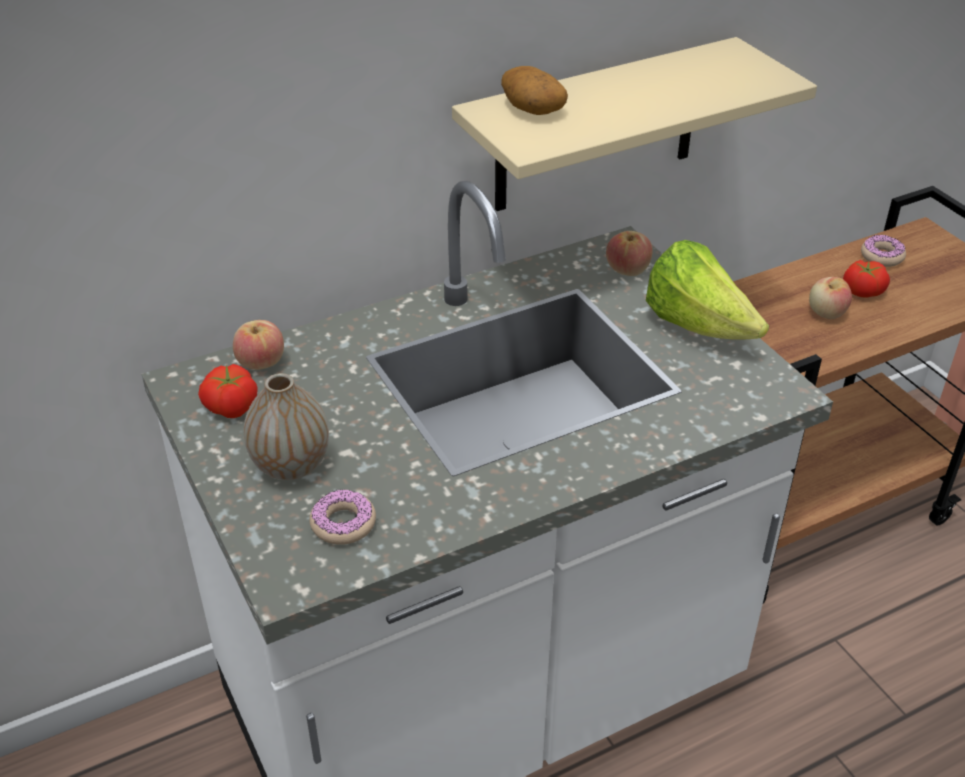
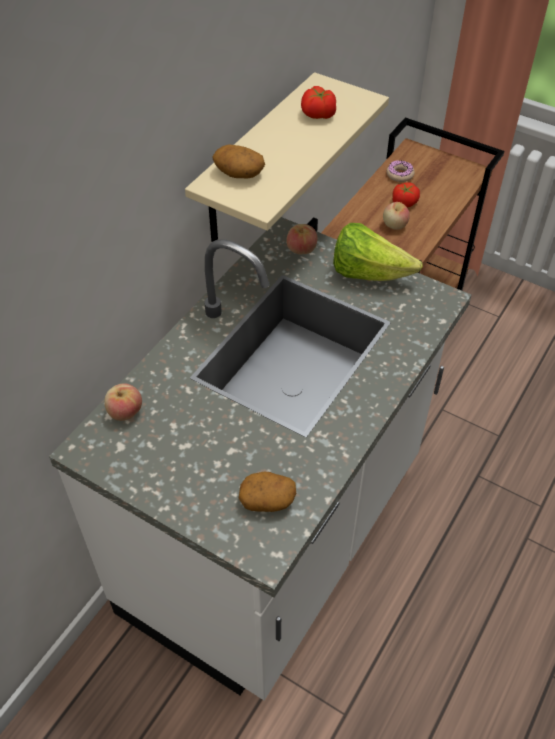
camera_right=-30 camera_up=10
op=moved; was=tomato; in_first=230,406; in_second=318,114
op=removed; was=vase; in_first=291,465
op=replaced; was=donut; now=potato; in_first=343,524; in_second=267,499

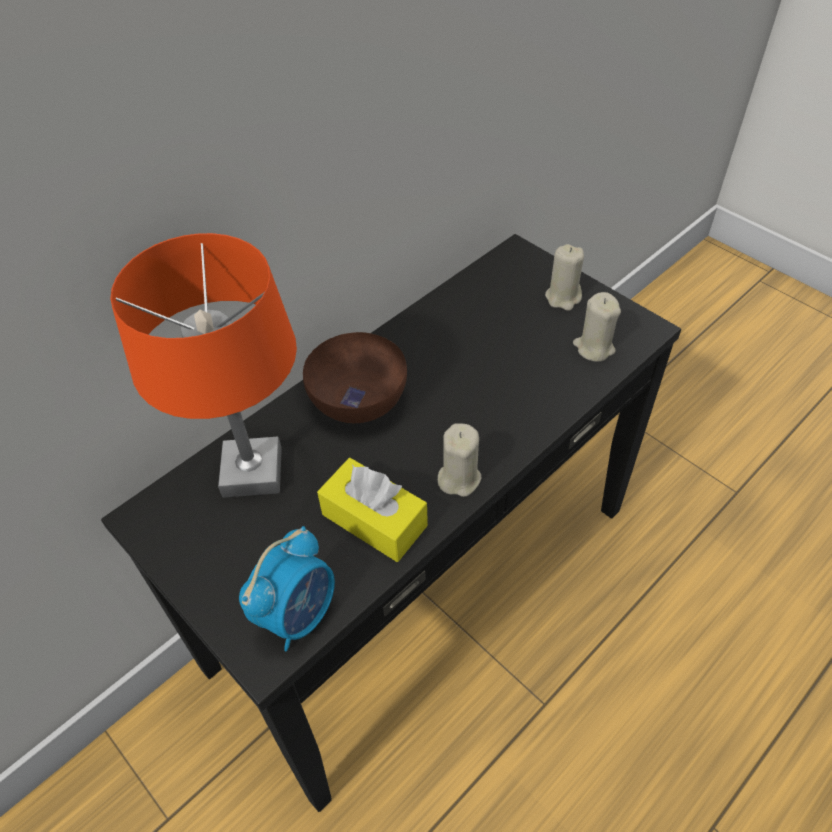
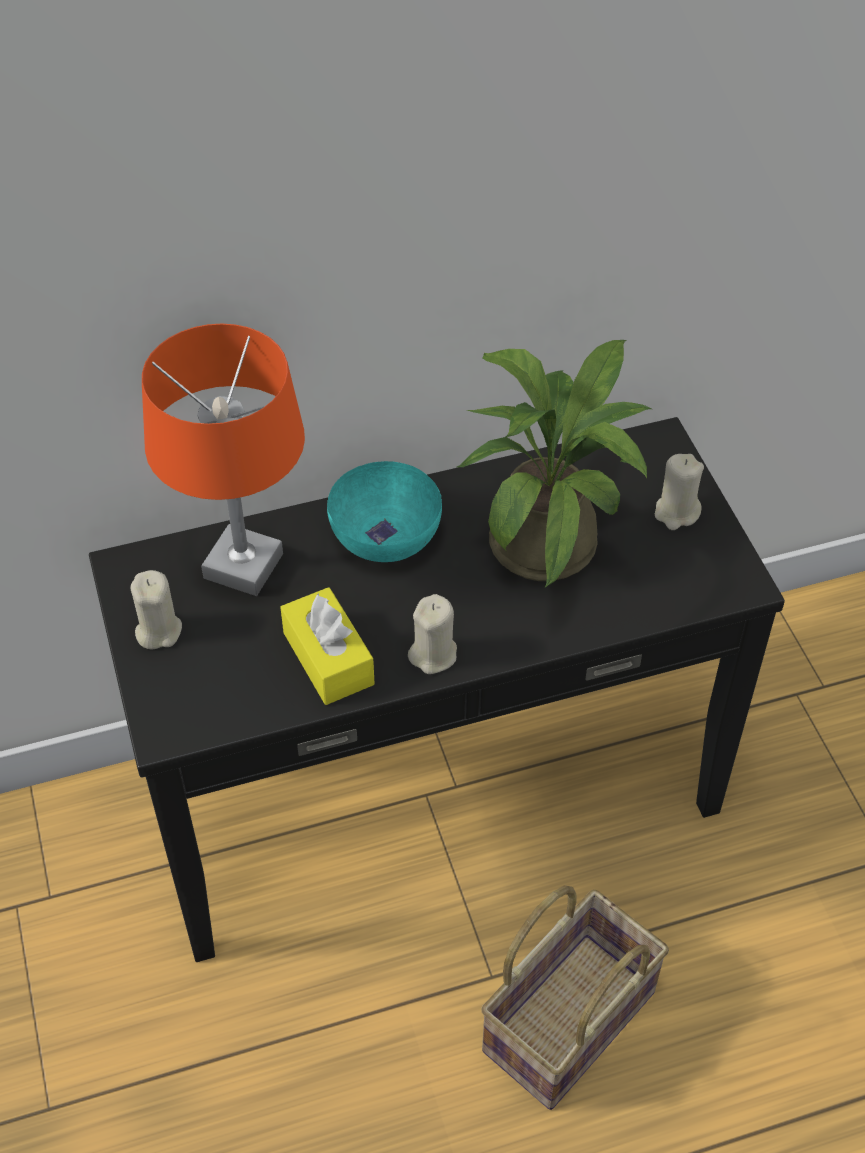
camera_right=25 camera_up=0
op=removed; was=alarm clock; in_first=298,613
op=recoloured; was=bowl (brown); now=bowl (turquoise); in_first=358,400; in_second=384,537
op=moved; was=candle (beige); in_first=593,347; in_second=158,630
op=added; now=potted plant; in_second=553,538
op=added; now=basket; in_second=567,1018

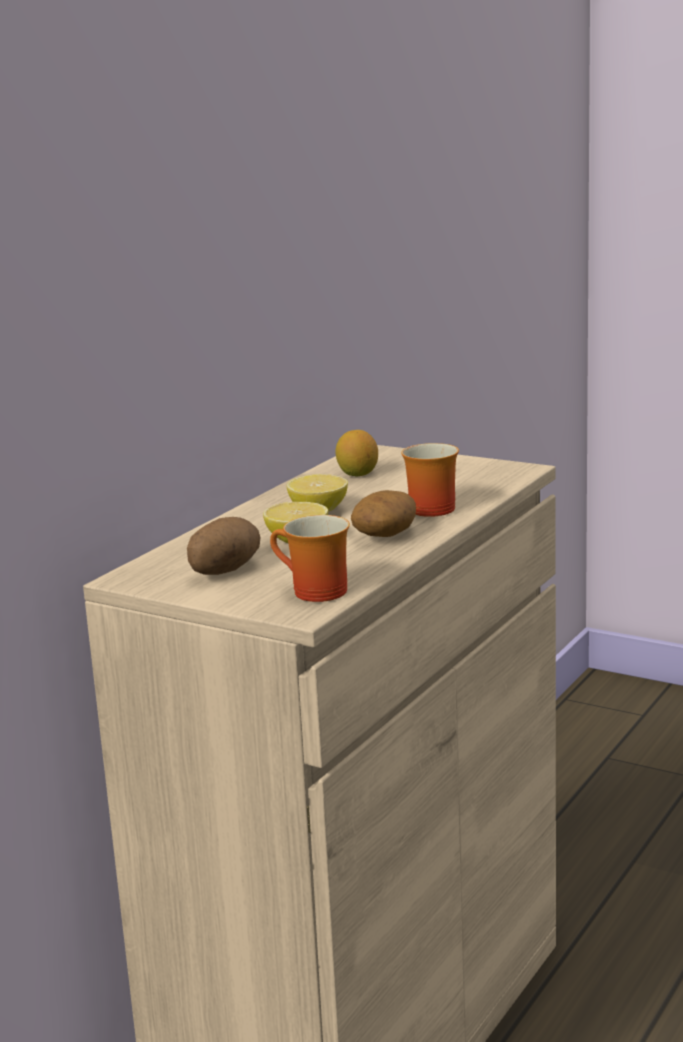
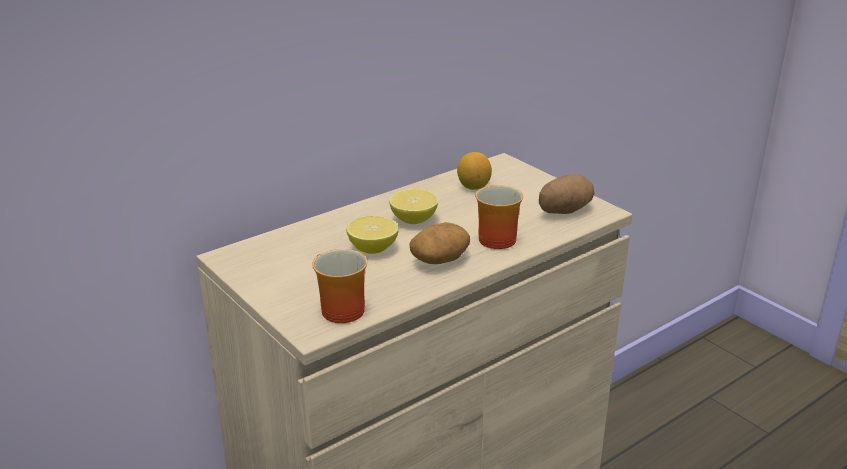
camera_right=20 camera_up=10
op=moved; was=potato; in_first=224,570; in_second=564,211

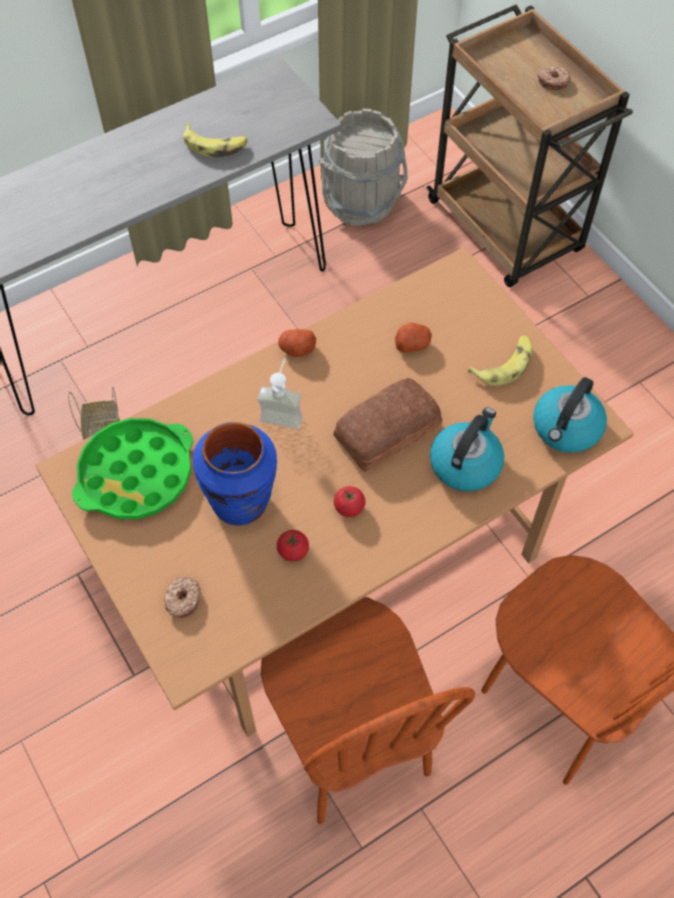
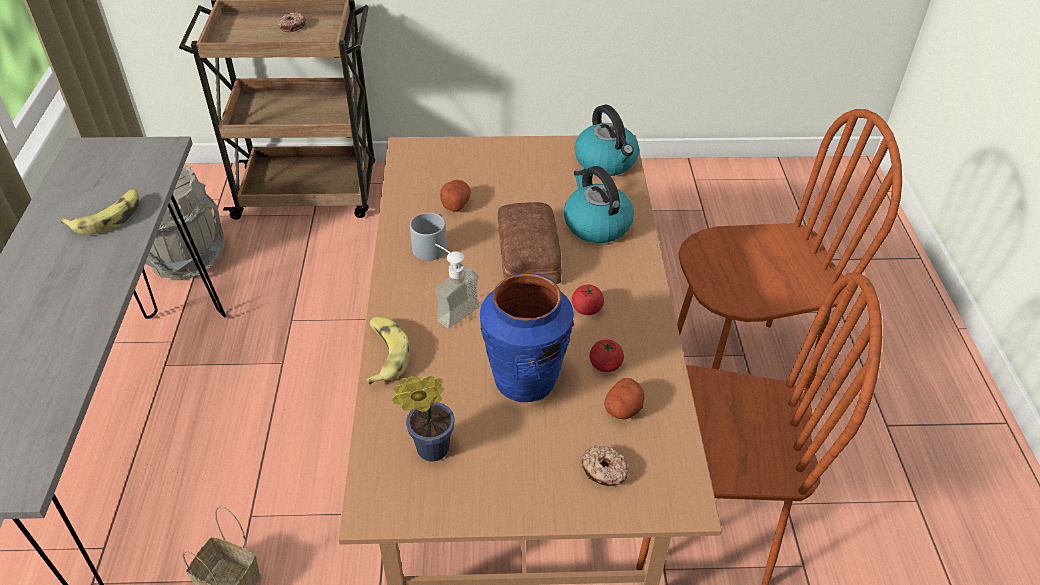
camera_right=-60 camera_up=-15
op=replaced; was=tray (green); now=potted plant; in_first=136,474; in_second=428,449
op=moved; was=potato; in_first=297,349; in_second=623,409
op=moved; was=banana; in_first=504,364; in_second=384,354
op=added; now=mug (grey); in_second=431,245

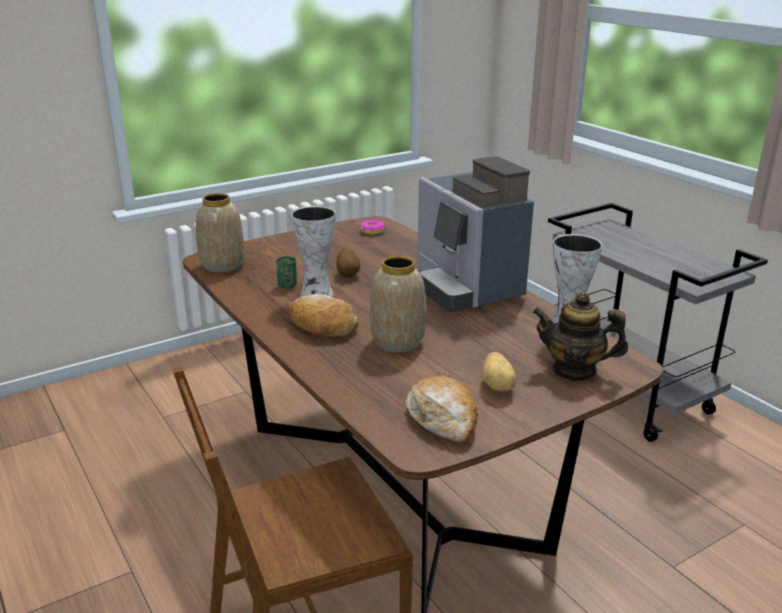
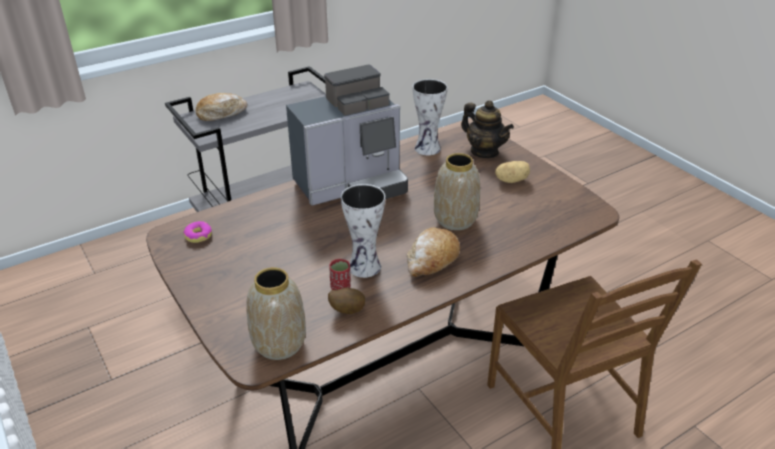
camera_right=-90 camera_up=10
op=recoloured; was=cup (green); now=cup (red); in_first=287,285; in_second=340,287
op=moved; was=potato; in_first=348,275; in_second=347,310
op=moved; was=bread; in_first=443,419; in_second=221,113
op=turned; was=teapot; in_first=574,370; in_second=484,152; clockwise=-60

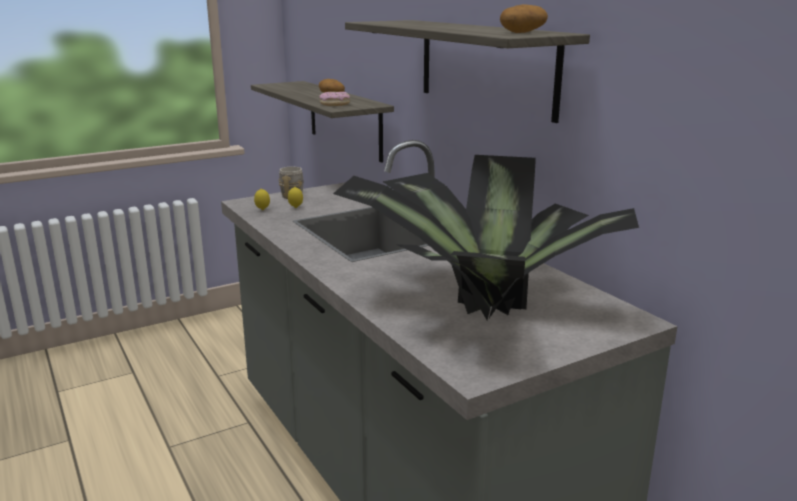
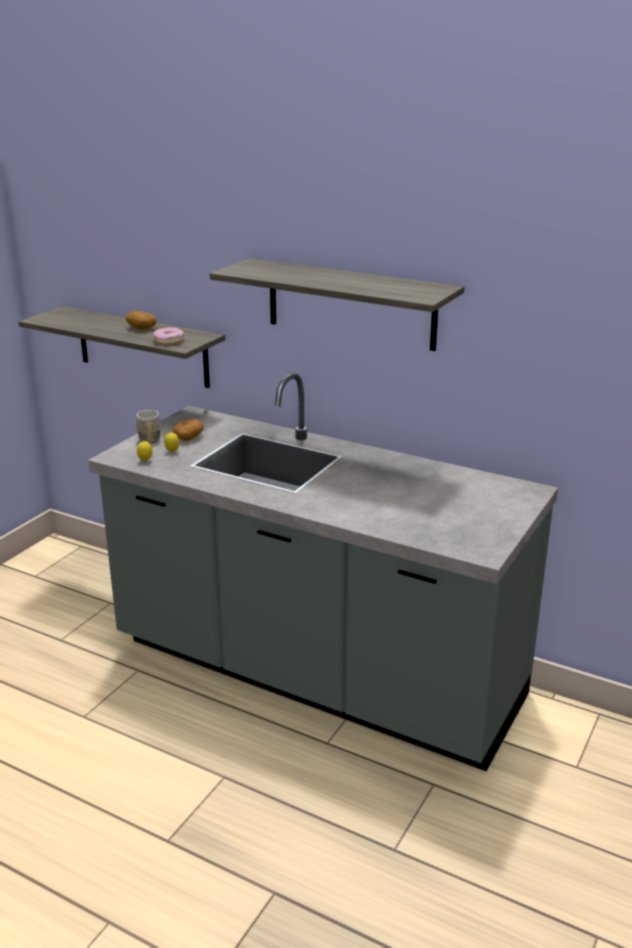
camera_right=-30 camera_up=5
op=removed; was=potted plant; in_first=478,299
op=moved; was=potato; in_first=522,32; in_second=188,437

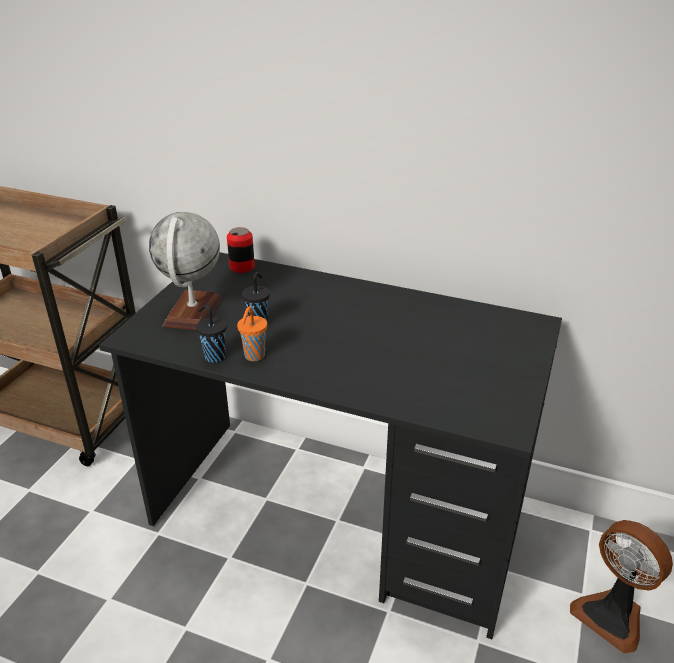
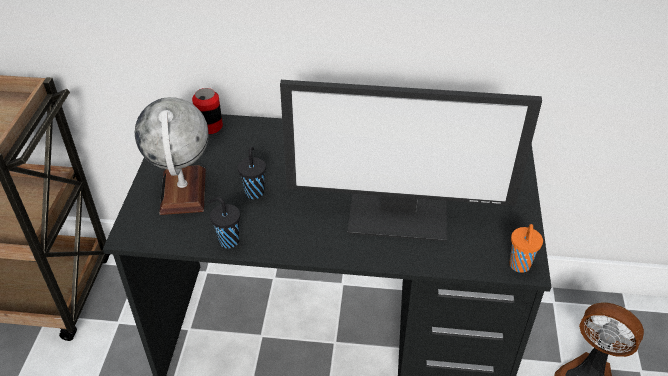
camera_right=-15 camera_up=10
op=moved; was=cup (orange); in_first=254,356; in_second=519,266
op=added; now=monitor; in_second=399,214

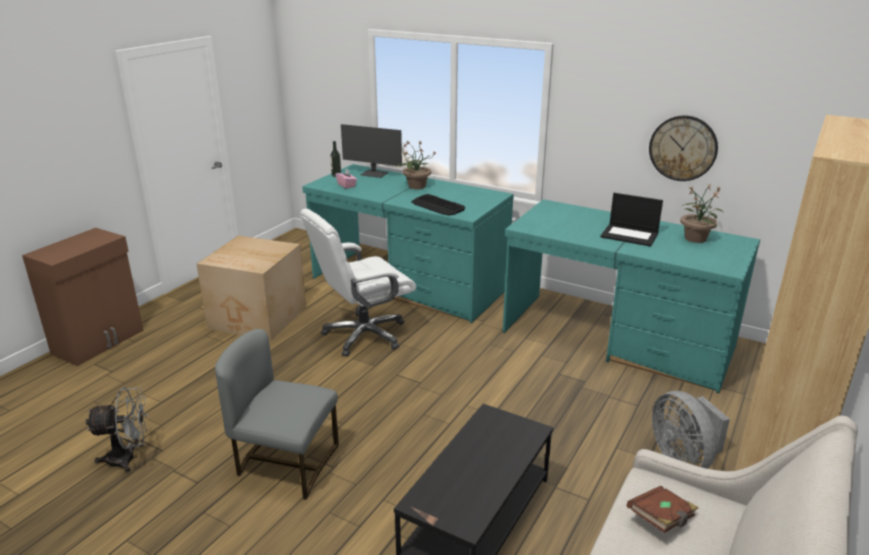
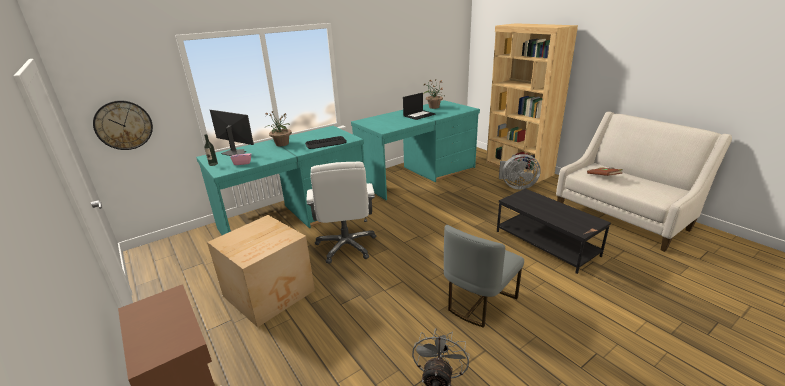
camera_right=-65 camera_up=0
op=turned; was=monitor; in_first=374,174; in_second=234,152; clockwise=-105
op=moved; was=wall clock; in_first=683,148; in_second=123,125

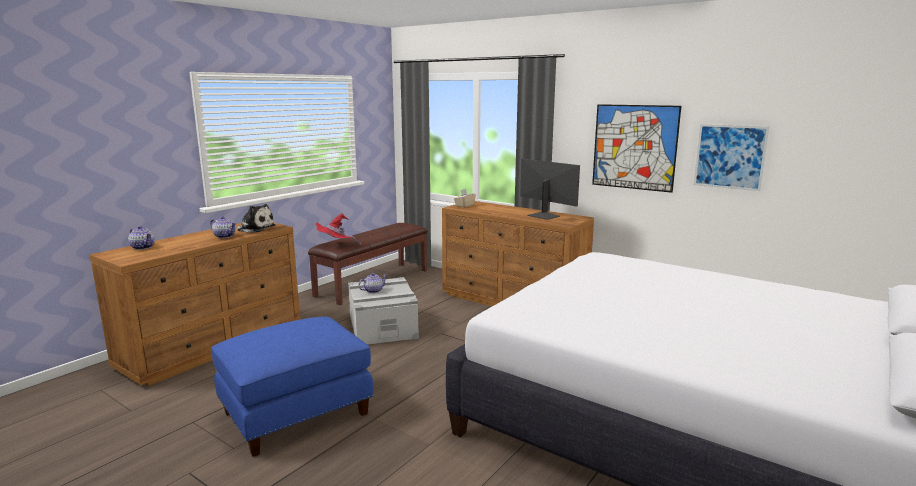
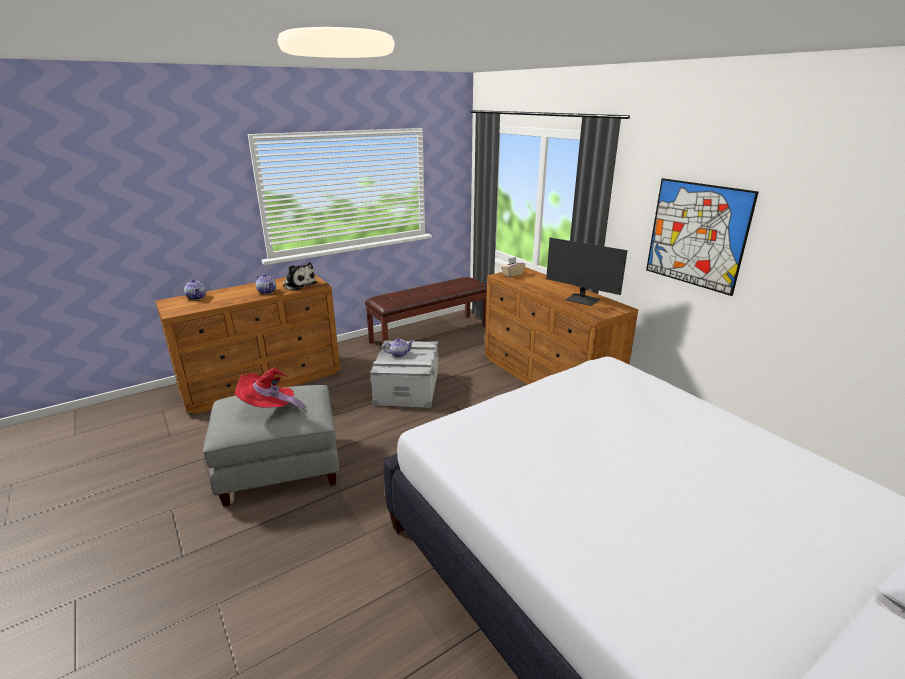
camera_right=20 camera_up=10
op=recoloured; was=ottoman (blue); now=ottoman (grey); in_first=296,412; in_second=281,468
op=moved; was=hat (red); in_first=336,245; in_second=270,409
op=turned; was=monitor; in_first=544,216; in_second=582,300; clockwise=150
op=removed; was=picture; in_first=729,157

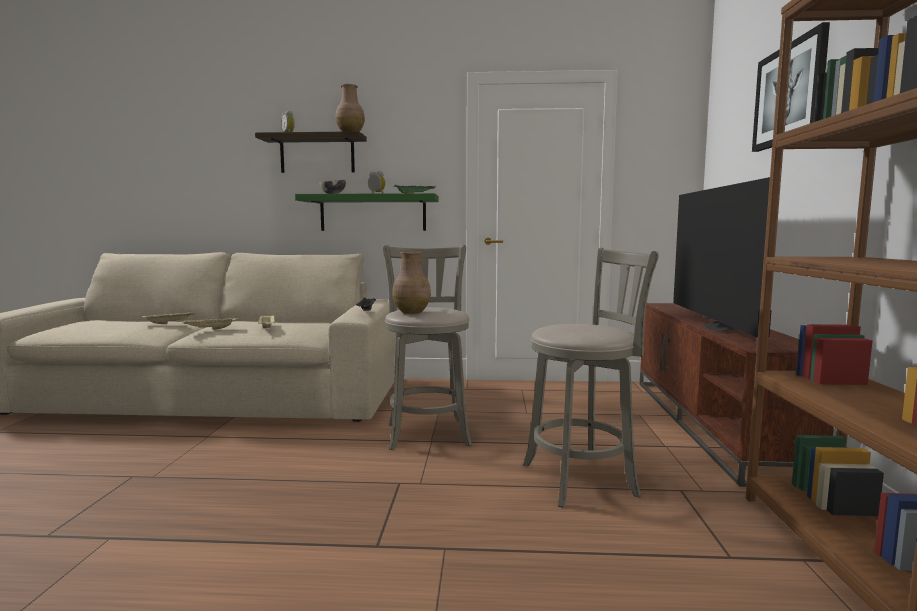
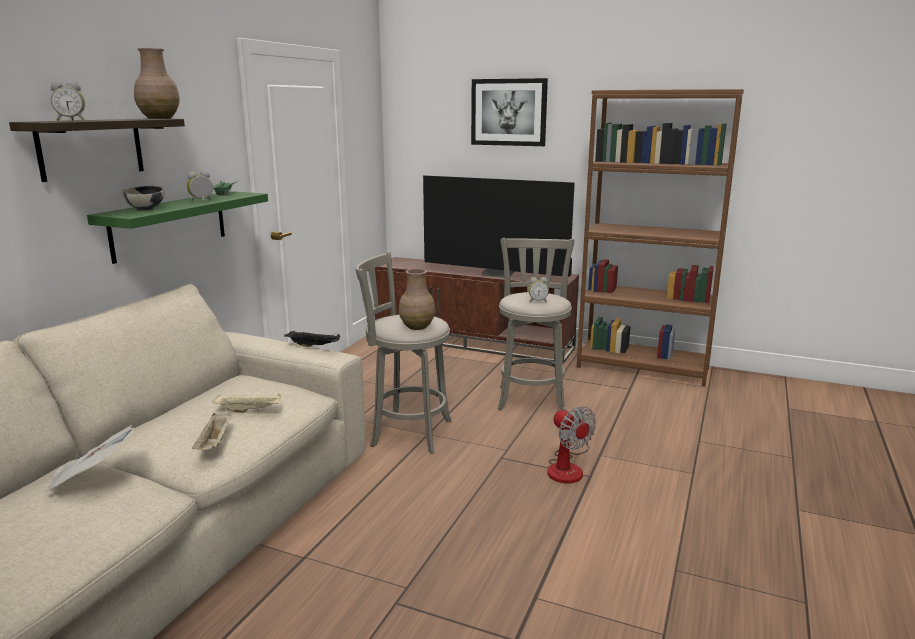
camera_right=-70 camera_up=10
op=replaced; was=tray (beige); now=newspaper; in_first=169,323; in_second=93,479
op=added; now=alarm clock; in_second=537,301
op=added; now=fan; in_second=568,467

